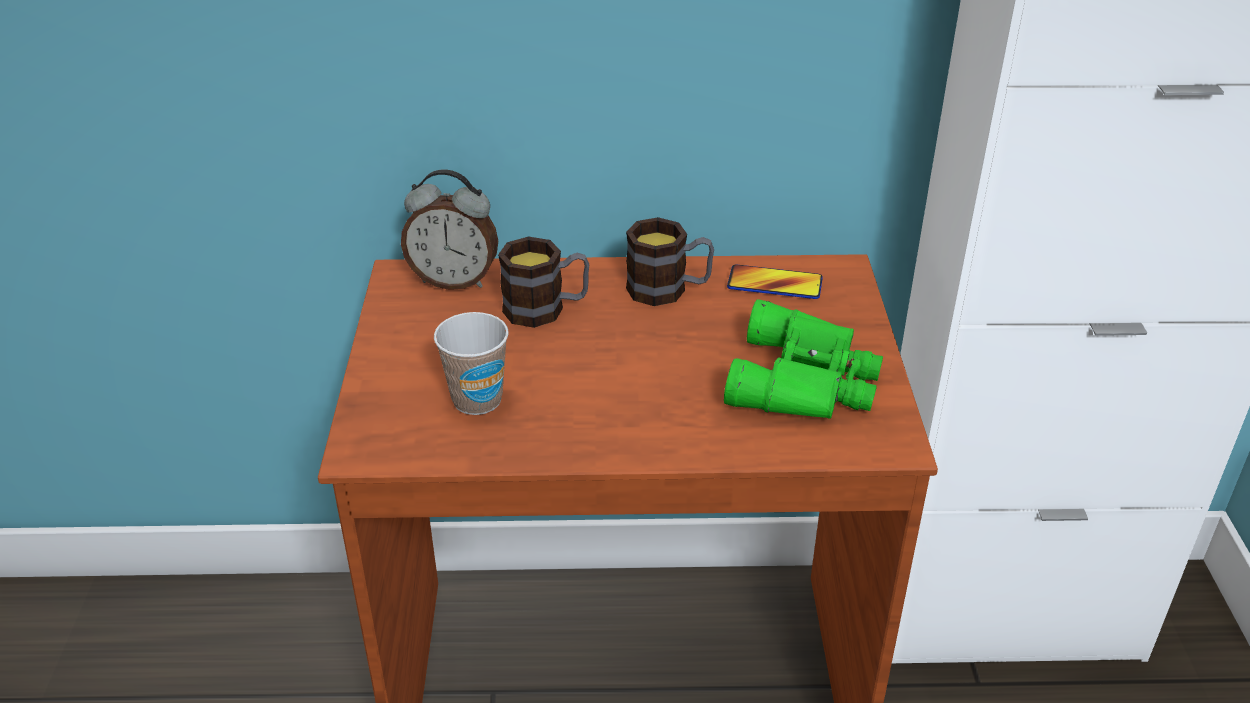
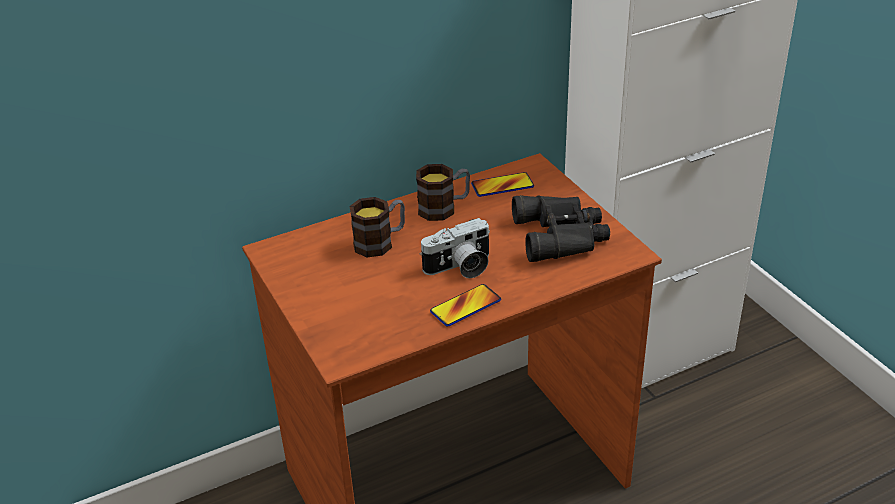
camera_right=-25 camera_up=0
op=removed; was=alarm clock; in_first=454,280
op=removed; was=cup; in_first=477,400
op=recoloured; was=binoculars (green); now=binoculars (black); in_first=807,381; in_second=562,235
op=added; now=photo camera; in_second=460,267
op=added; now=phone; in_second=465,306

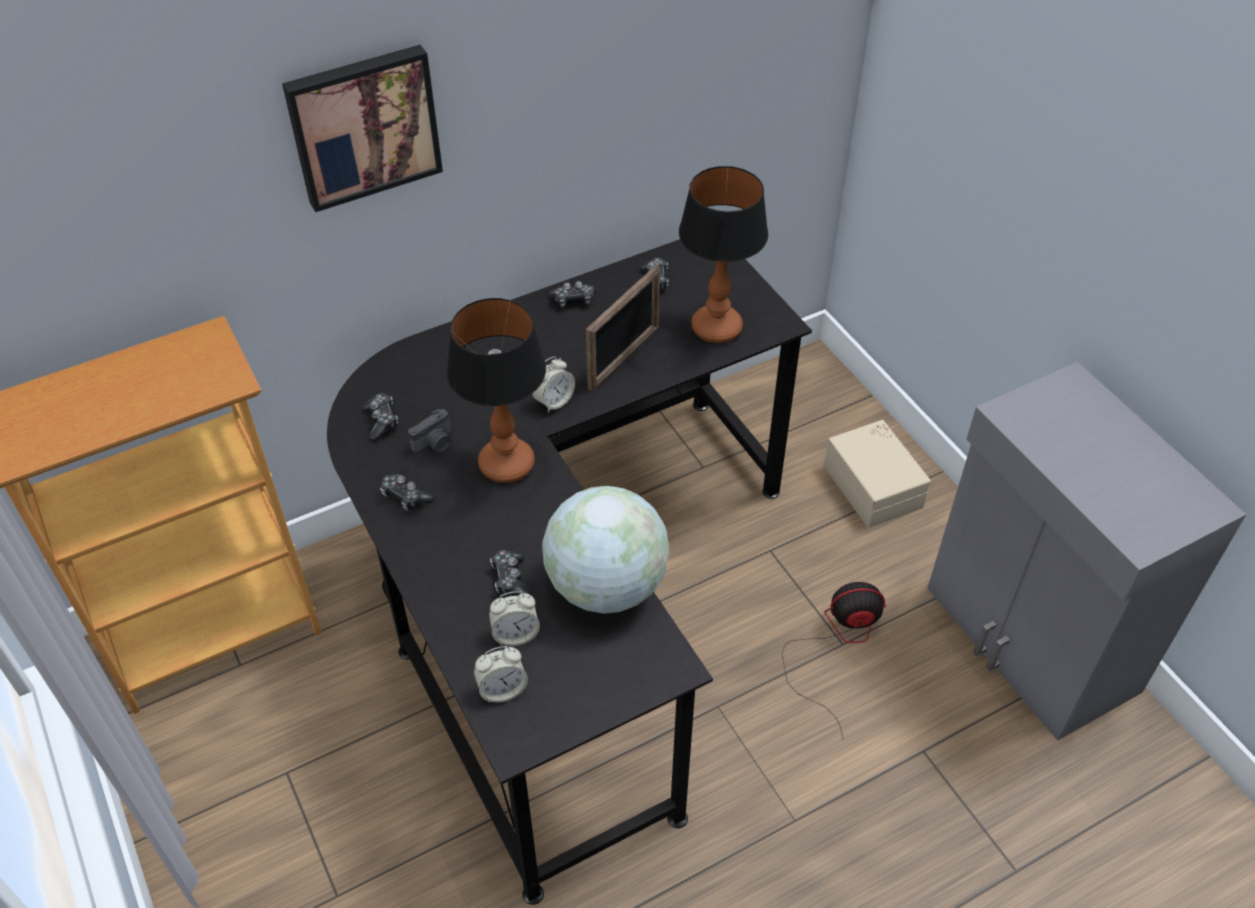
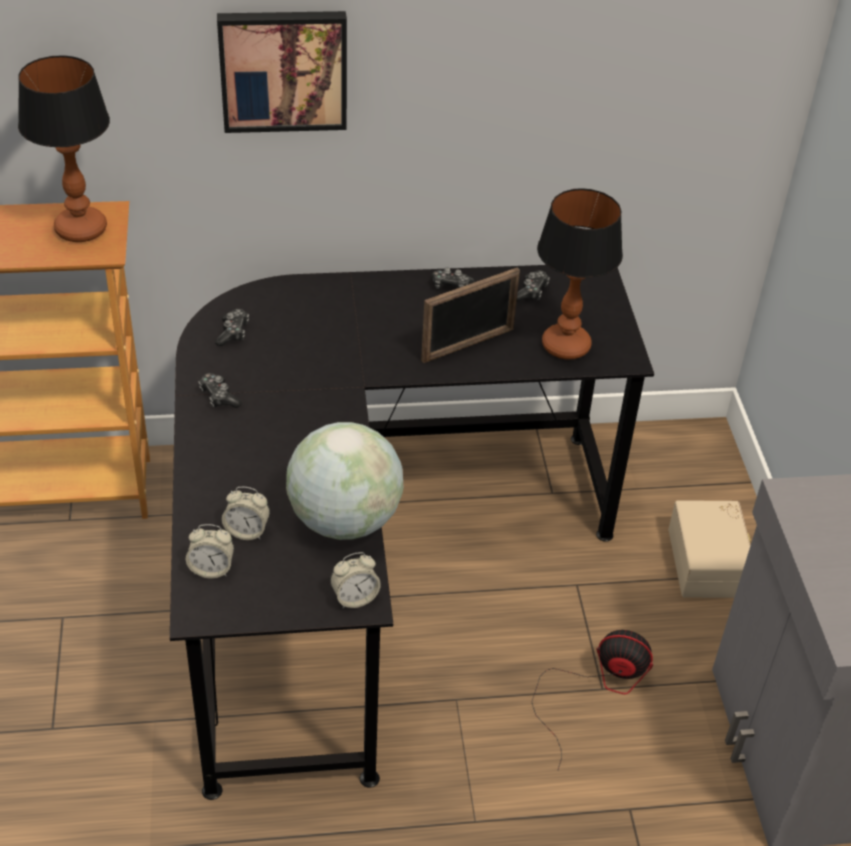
camera_right=20 camera_up=-5
op=removed; was=photo camera; in_first=435,444
op=moved; was=table lamp; in_first=508,464; in_second=82,229
op=removed; was=game controller; in_first=510,579
op=moved; was=alarm clock; in_first=553,401; in_second=354,598

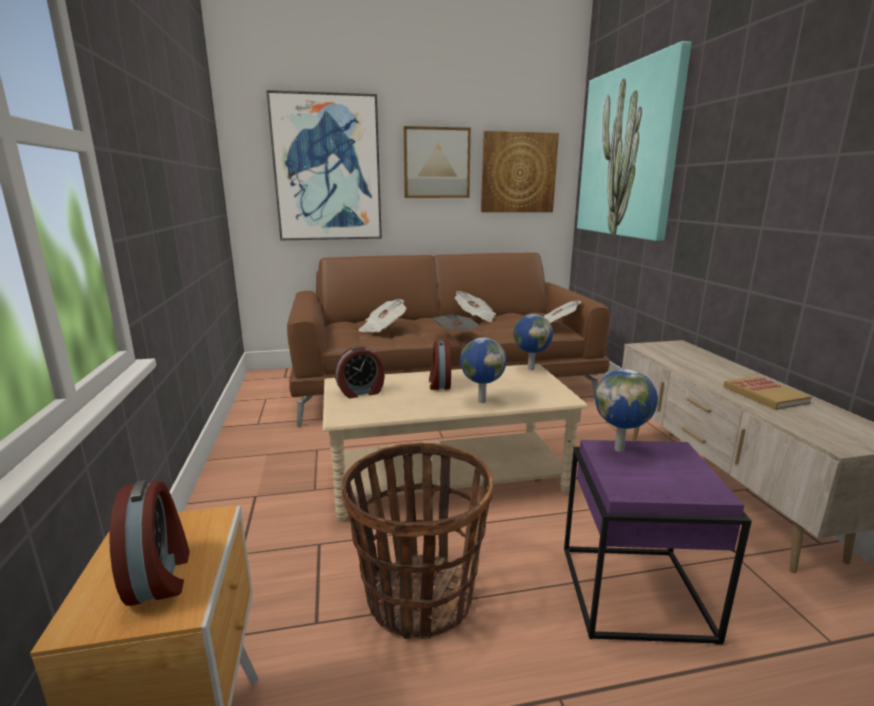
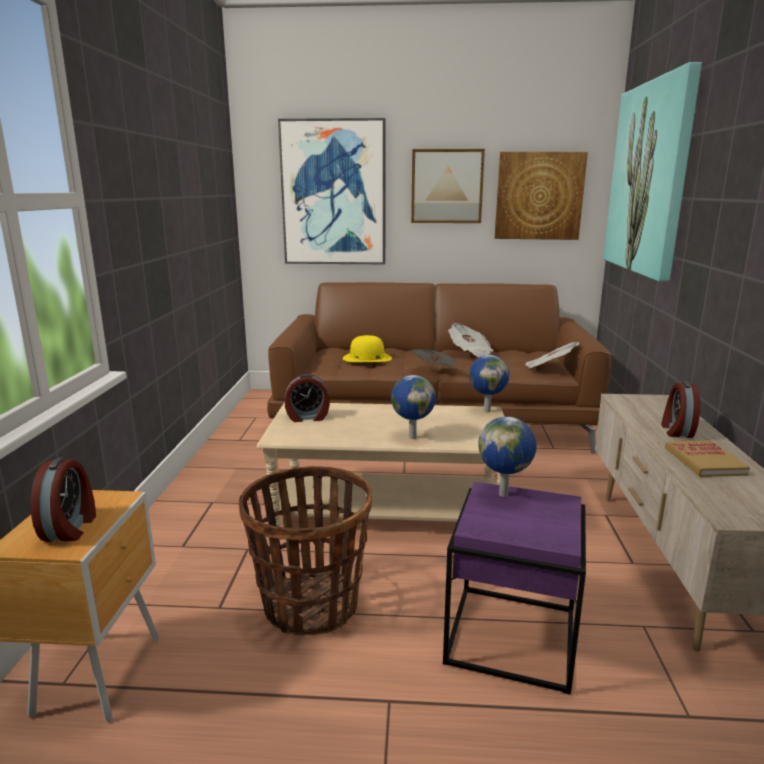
camera_right=15 camera_up=0
op=replaced; was=newspaper; now=hat (yellow); in_first=382,329; in_second=367,358
op=moved; was=alarm clock; in_first=439,384; in_second=676,430

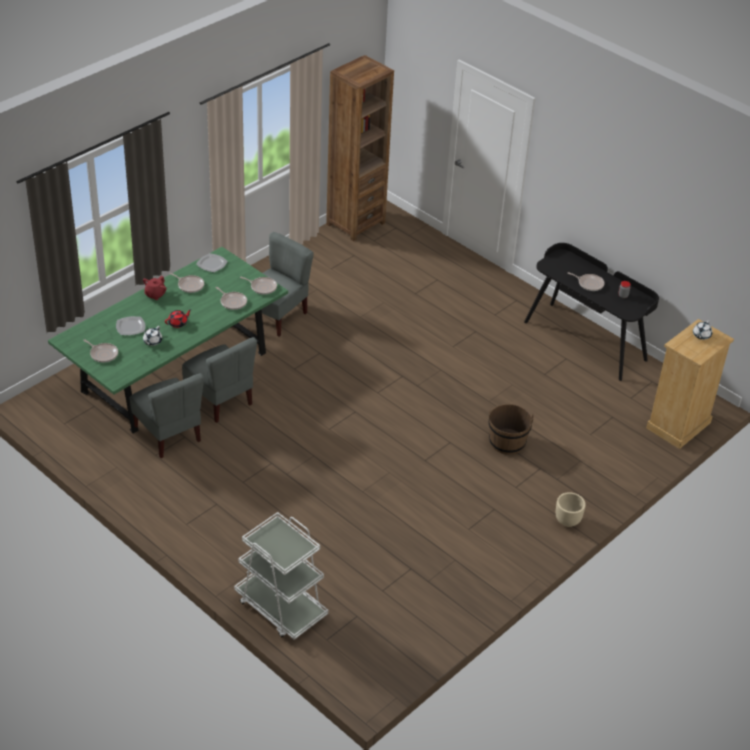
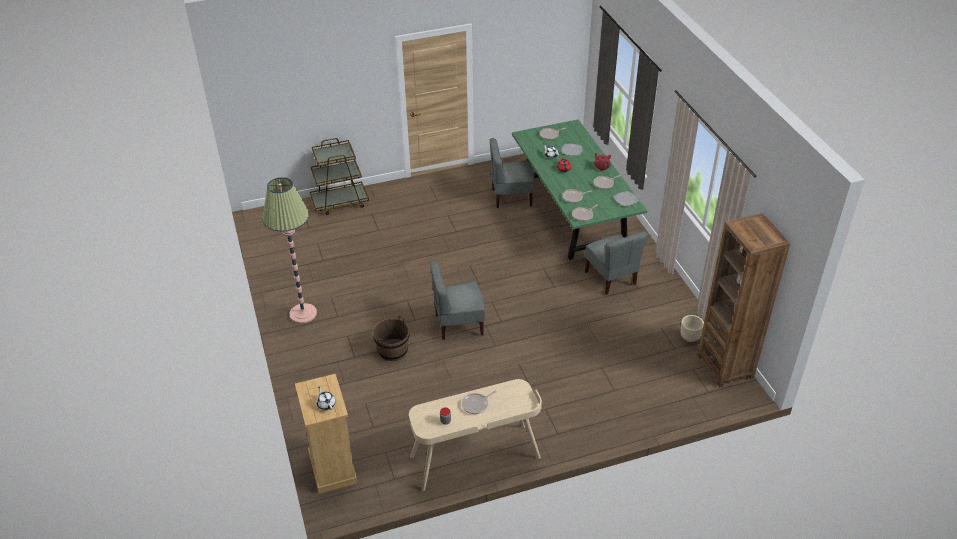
camera_right=120 camera_up=0
op=moved; was=chair (grey); in_first=220,400; in_second=458,324
op=recoloured; was=cart (white); now=cart (brown); in_first=280,607; in_second=340,202
op=recoloured; was=desk (black); now=desk (beige); in_first=585,340; in_second=475,458
op=moved; was=planter (beige); in_first=567,521; in_second=690,337
op=added; now=floor lamp; in_second=303,313

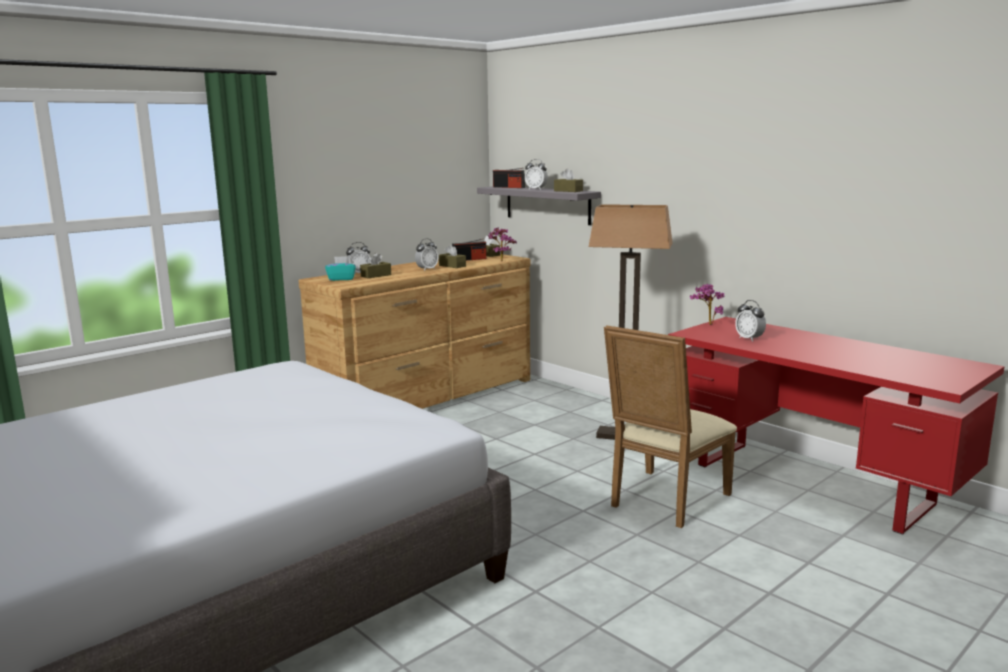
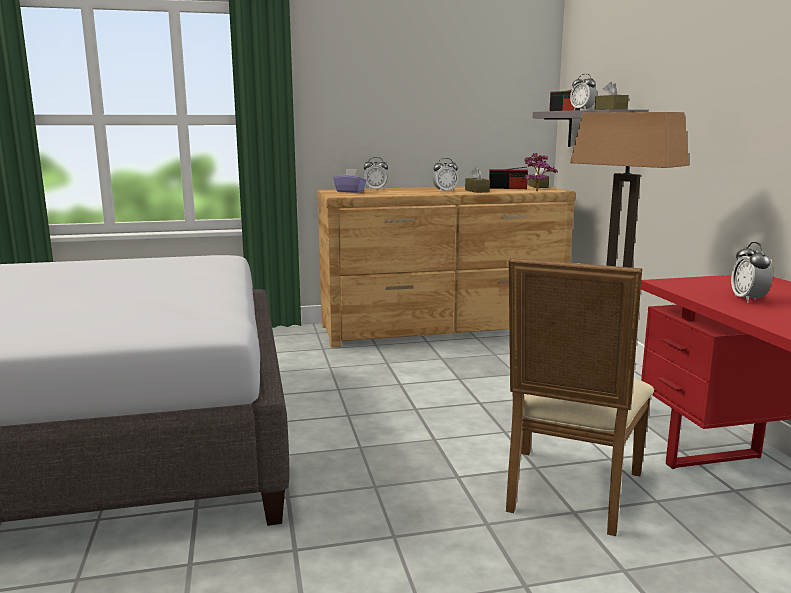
camera_right=30 camera_up=0
op=recoloured; was=tissue box (turquoise); now=tissue box (purple); in_first=341,279; in_second=350,191
op=removed; was=tissue box (brown); in_first=376,275
op=turned; was=chair (beige); in_first=664,501; in_second=568,495; clockwise=-45
op=removed; was=potted plant; in_first=707,324

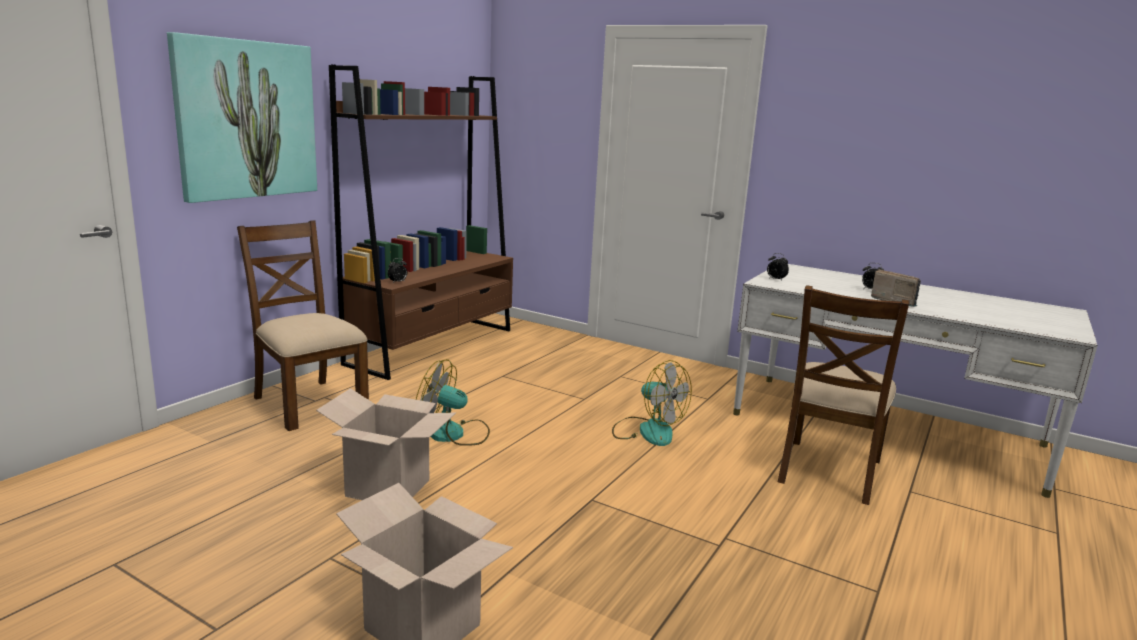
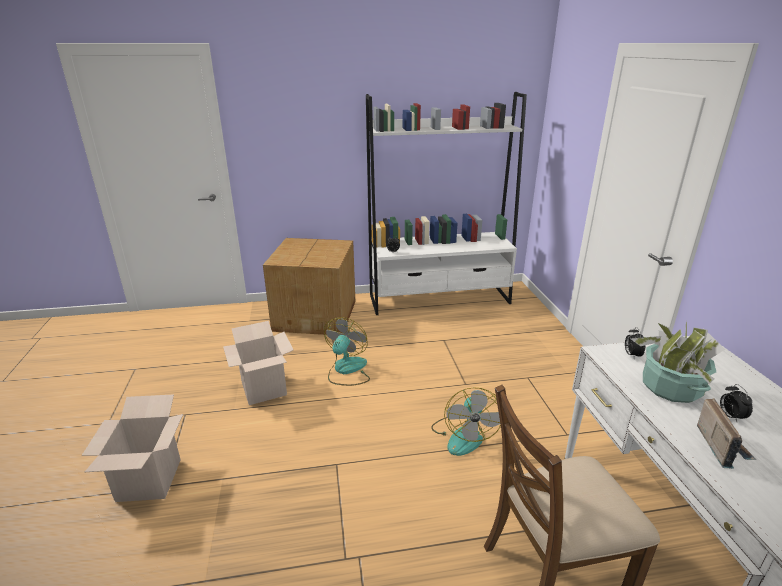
camera_right=50 camera_up=10
op=removed; was=picture; in_first=246,120
op=replaced; was=chair (brown); now=cardboard box; in_first=308,403; in_second=317,315
op=recoloured; was=bookcase (brown); now=bookcase (white); in_first=433,346; in_second=439,299
op=turned; was=fan; in_first=454,434; in_second=347,370; clockwise=45
op=added; now=potted plant; in_second=671,387

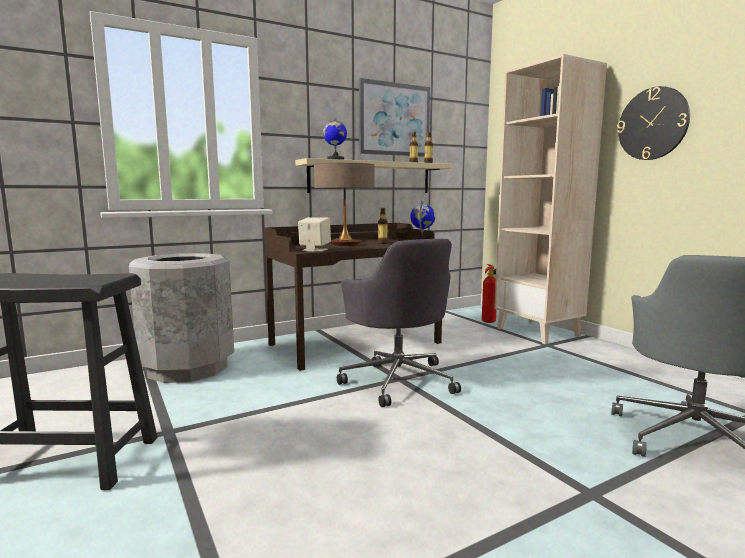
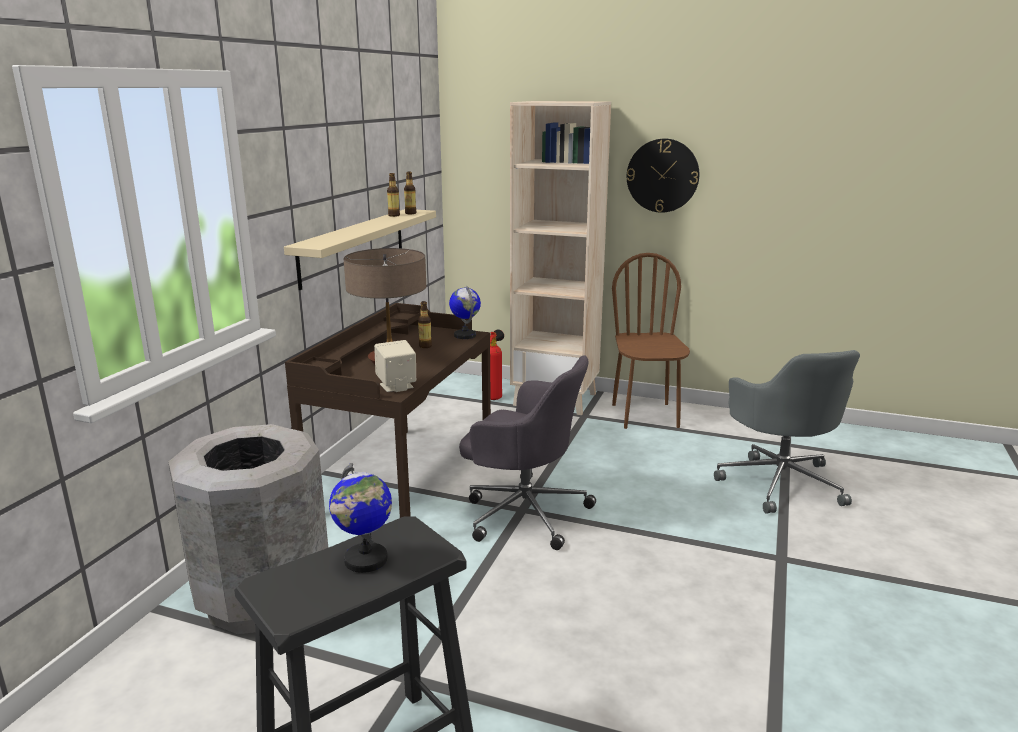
camera_right=-40 camera_up=10
op=moved; was=globe; in_first=335,159; in_second=365,560
op=removed; was=picture; in_first=394,119
op=added; now=chair (brown); in_second=645,415

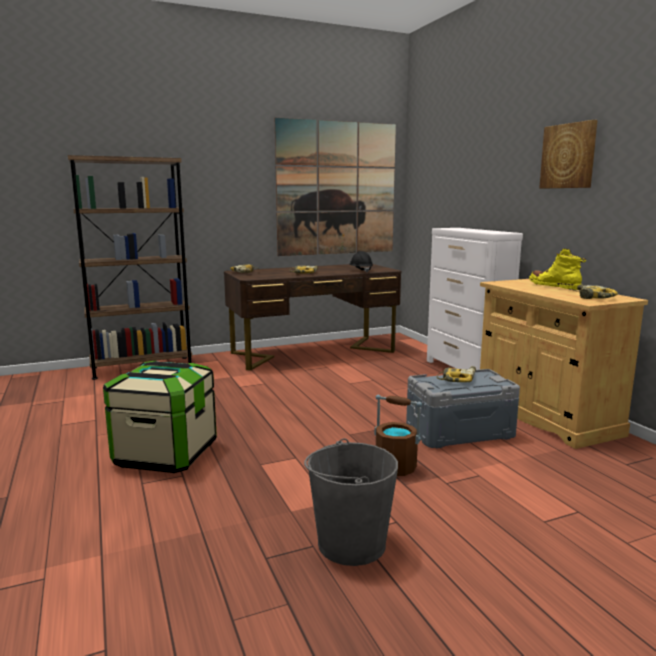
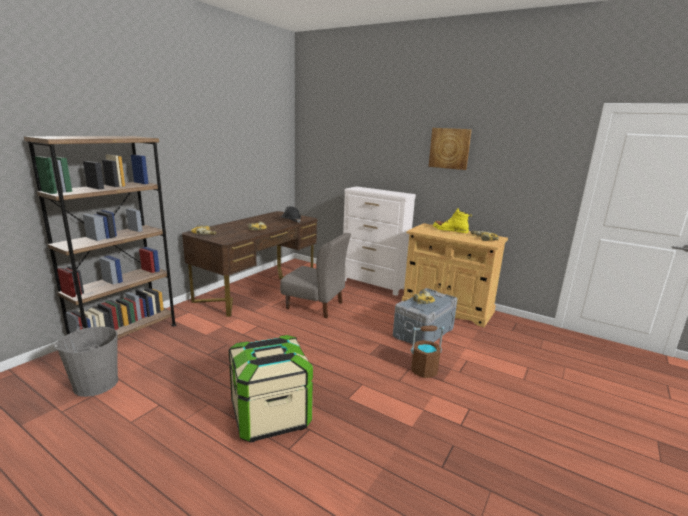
camera_right=-35 camera_up=5
op=removed; was=picture; in_first=337,189
op=moved; was=bucket (grey); in_first=351,543; in_second=95,384
op=added; now=chair (grey); in_second=315,305

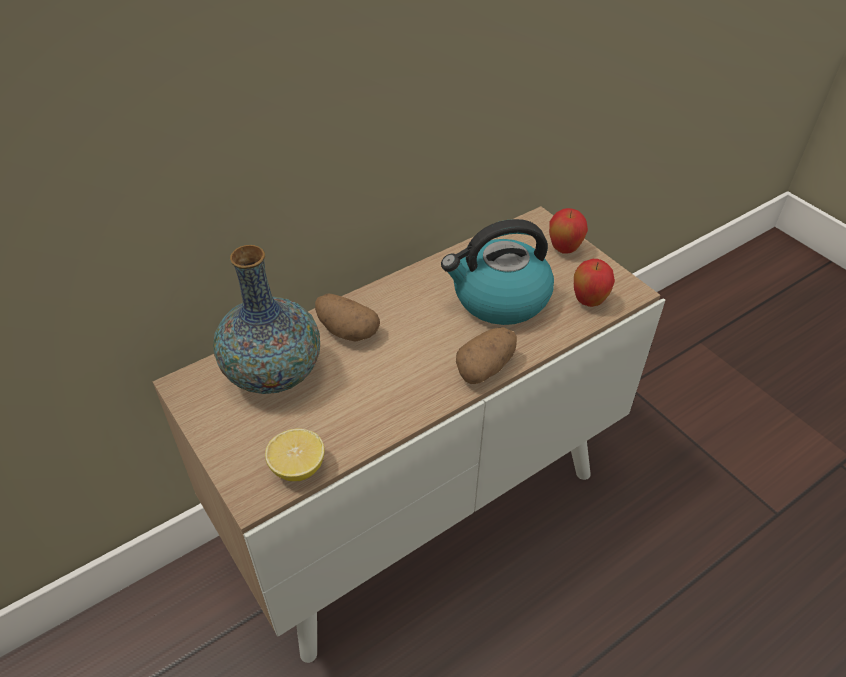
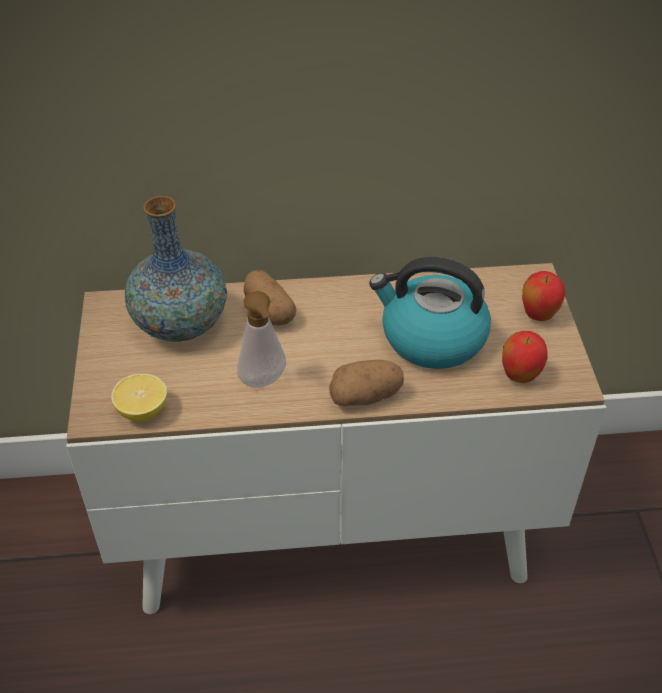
camera_right=30 camera_up=0
op=added; now=soap dispenser; in_second=264,382

